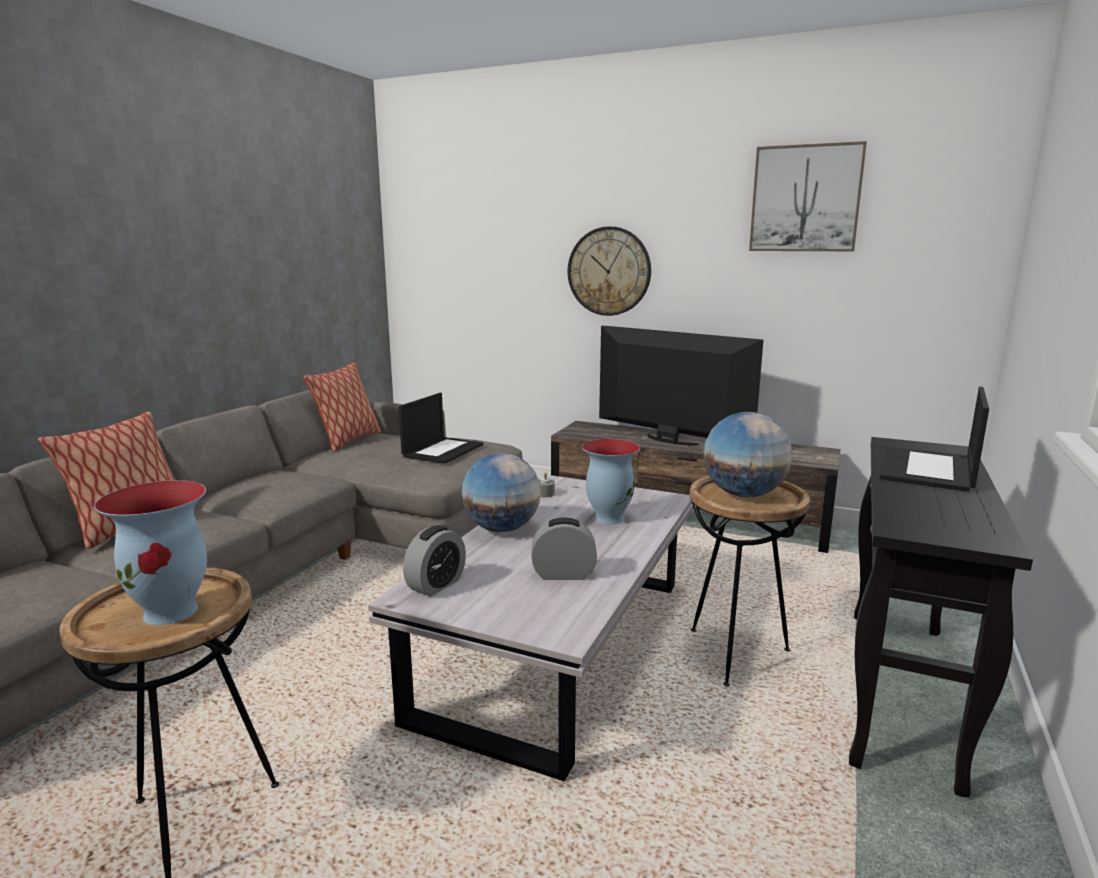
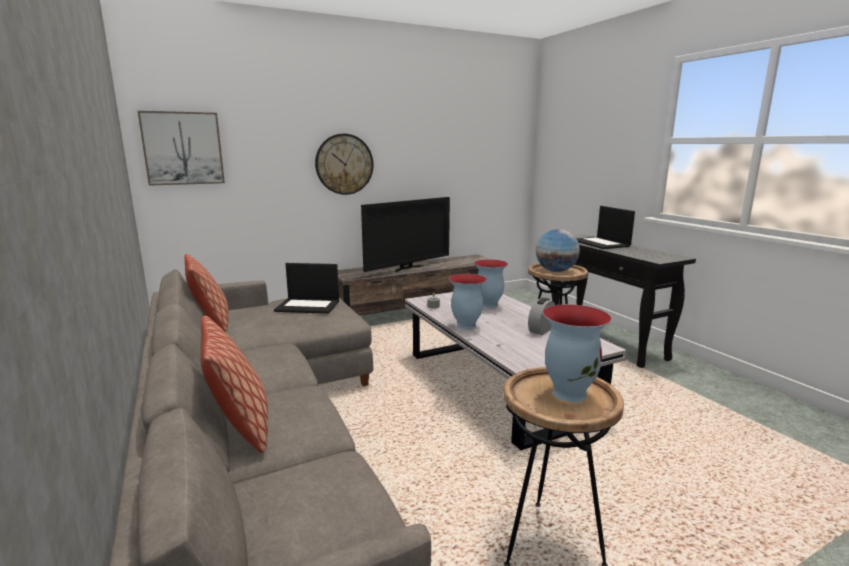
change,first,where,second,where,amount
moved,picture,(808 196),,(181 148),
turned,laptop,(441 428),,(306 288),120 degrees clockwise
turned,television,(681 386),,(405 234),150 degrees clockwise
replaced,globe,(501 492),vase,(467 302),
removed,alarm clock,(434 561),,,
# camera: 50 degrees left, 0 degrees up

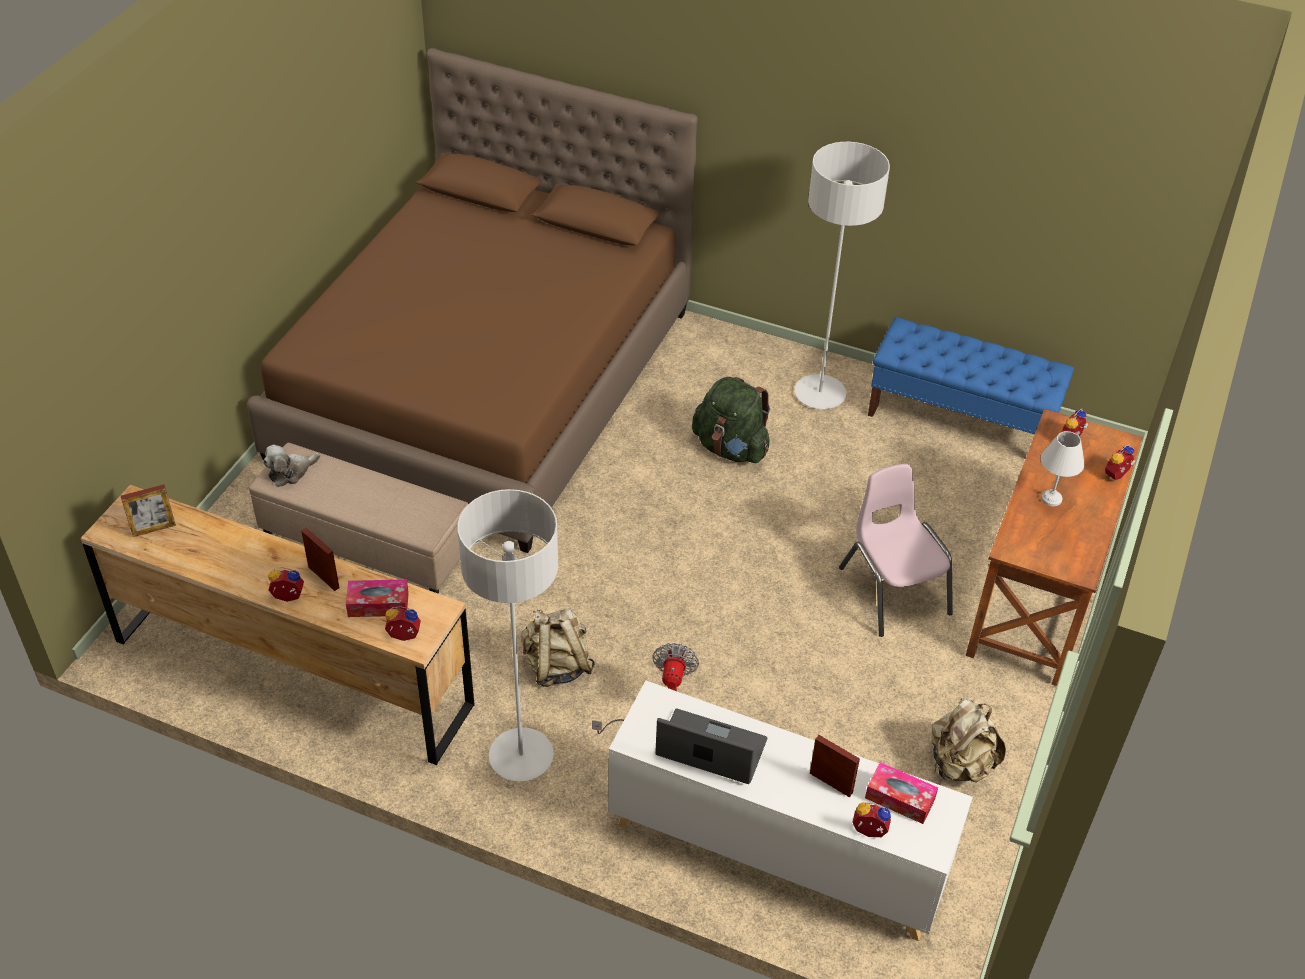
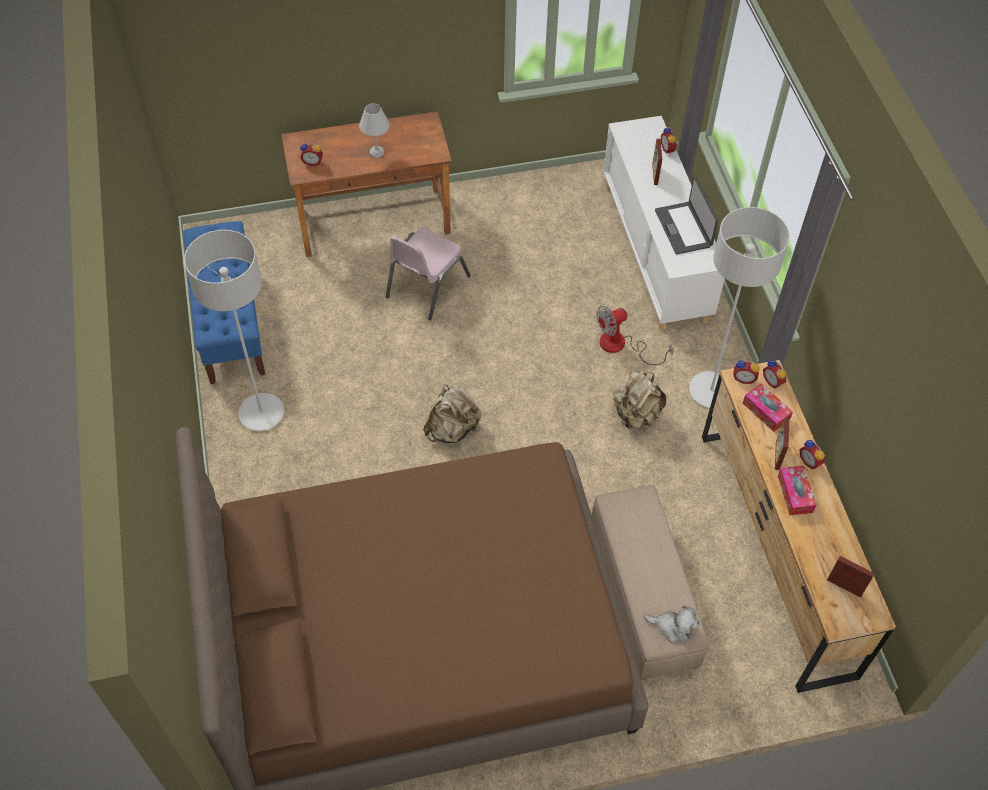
change,first,where,second,where,amount
moved,beige backpack,(968 740),,(452 413),
moved,alarm clock,(1120 462),,(746 372),
moved,tissue box,(901 793),,(797 490),
removed,green backpack,(731 420),,,
# camera: 125 degrees left, 10 degrees up

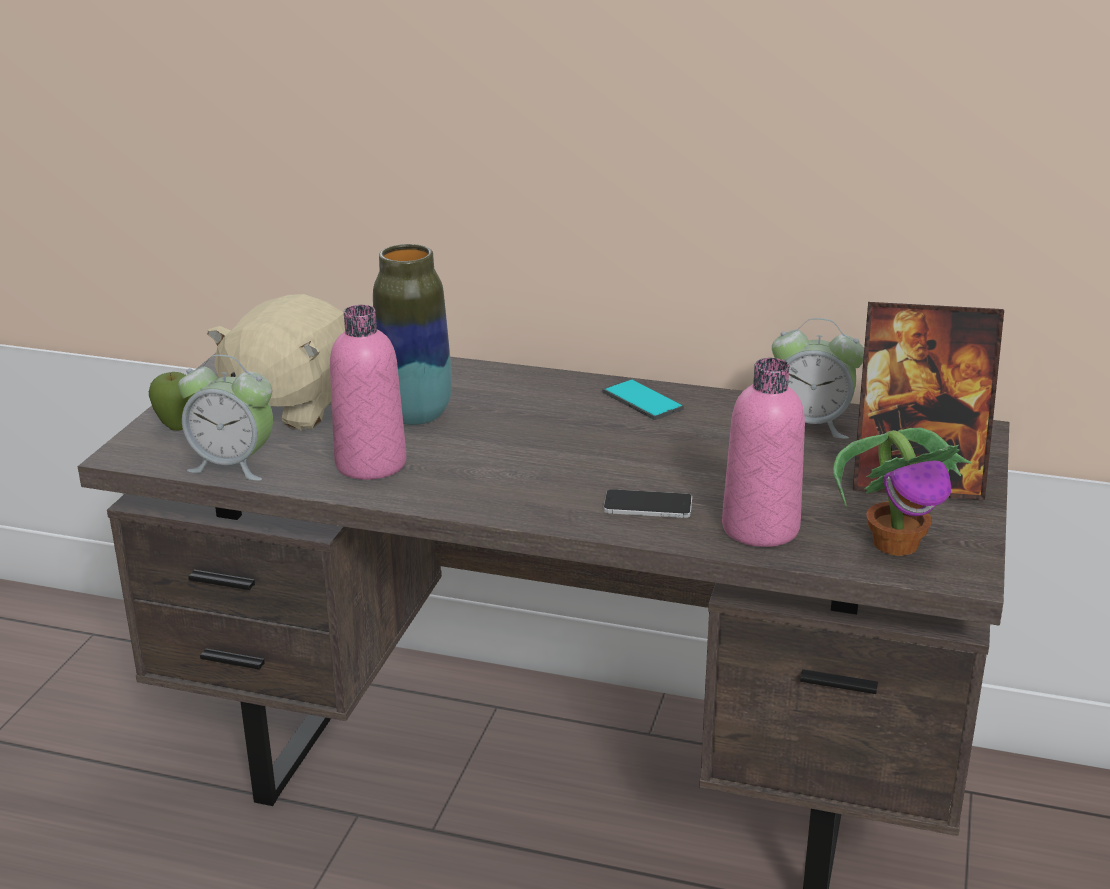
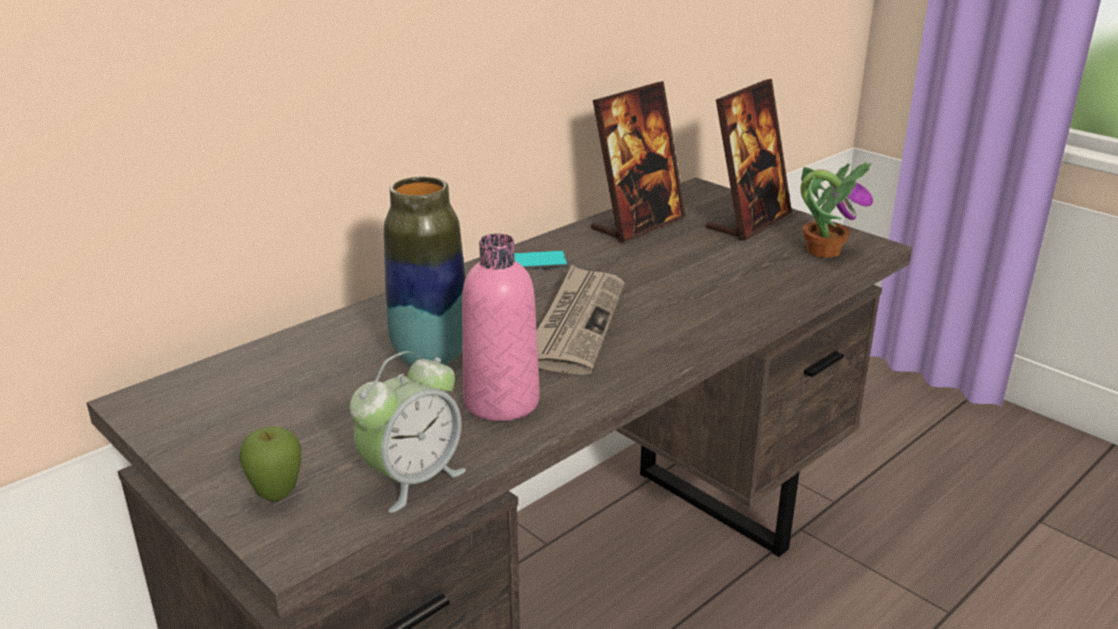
change,first,where,second,where,amount
added,,,newspaper,(581 320),
replaced,alarm clock,(818 378),picture frame,(638 162),
removed,beige plush toy,(276 362),,,
removed,phone,(647 503),,,
removed,pink bottle,(763 452),,,
# camera: 60 degrees left, 0 degrees up

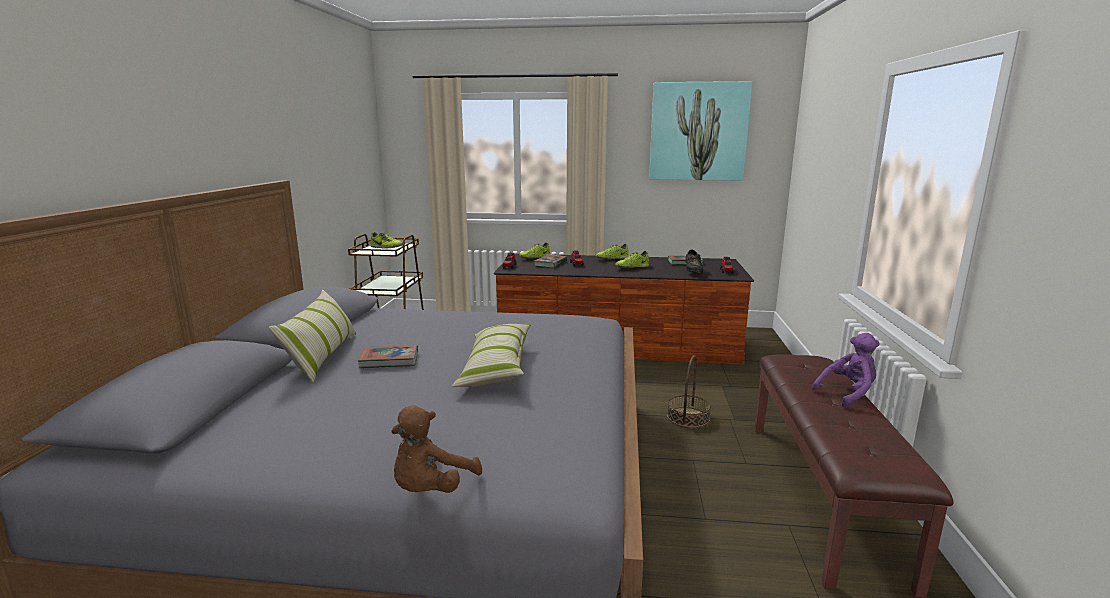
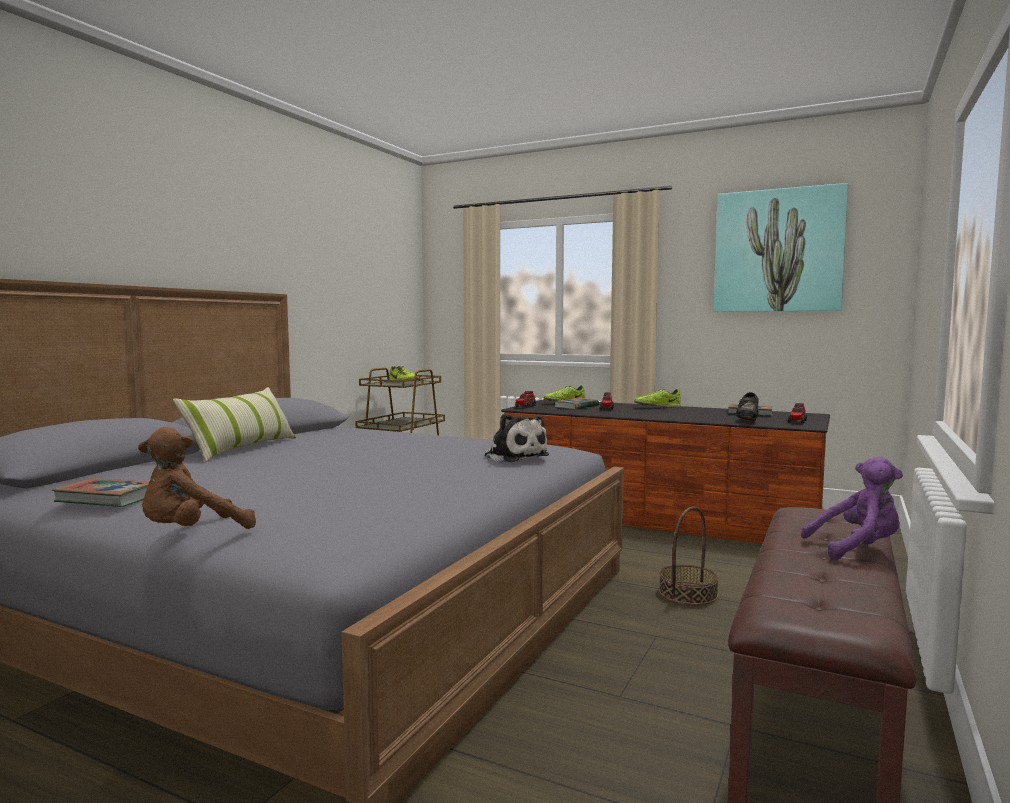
change,first,where,second,where,amount
moved,book,(388 356),,(100 492),
added,,,plush toy,(516 438),
removed,pillow,(491 355),,,
removed,shoe,(632 259),,,
# camera: 20 degrees right, 10 degrees down

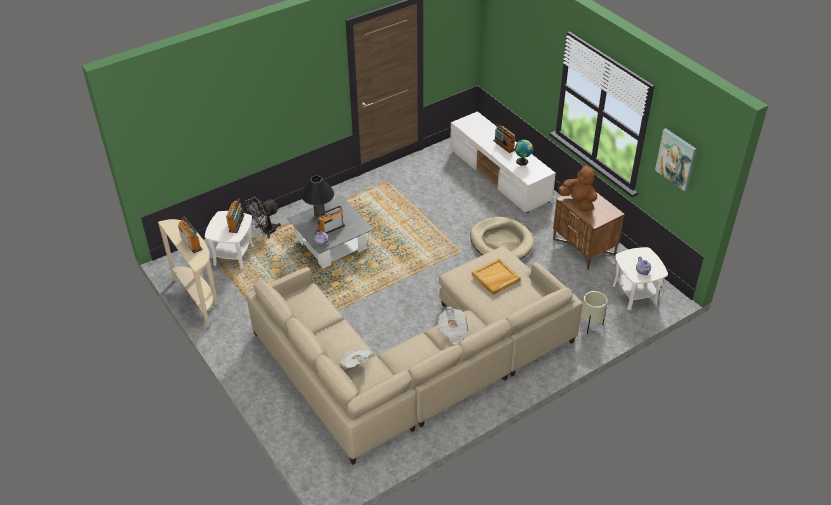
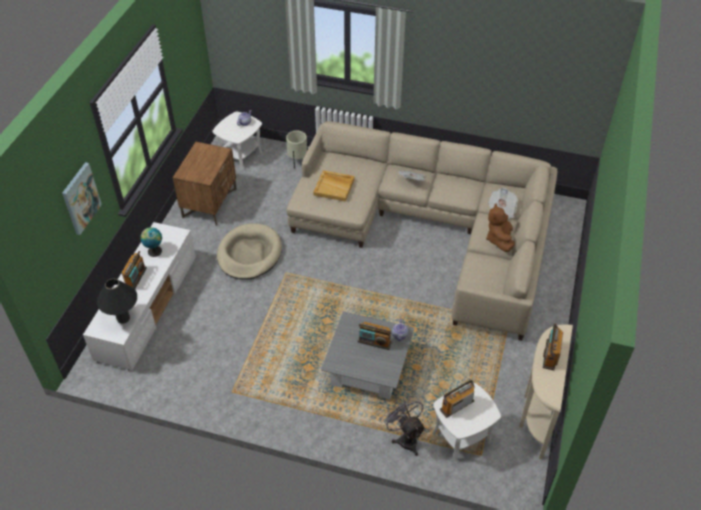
change,first,where,second,where,amount
moved,picture,(675 159),,(82 198),
moved,black table lamp,(317 196),,(117 301),
turned,grey fan,(263 217),,(403 425),135 degrees counterclockwise
moved,brown plush toy,(578 187),,(500 227),
# camera: 130 degrees left, 5 degrees up

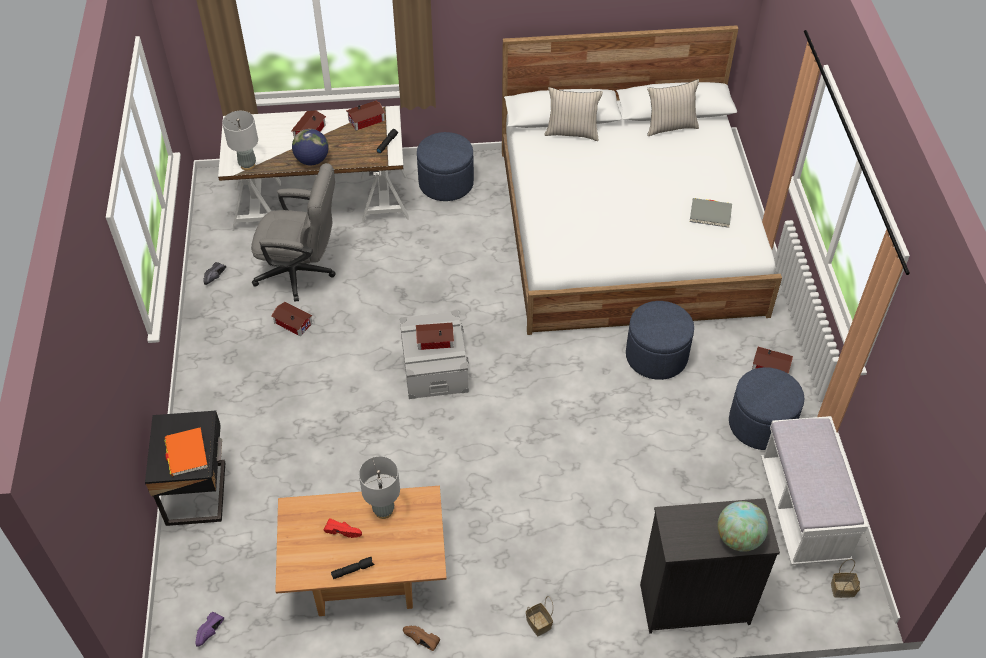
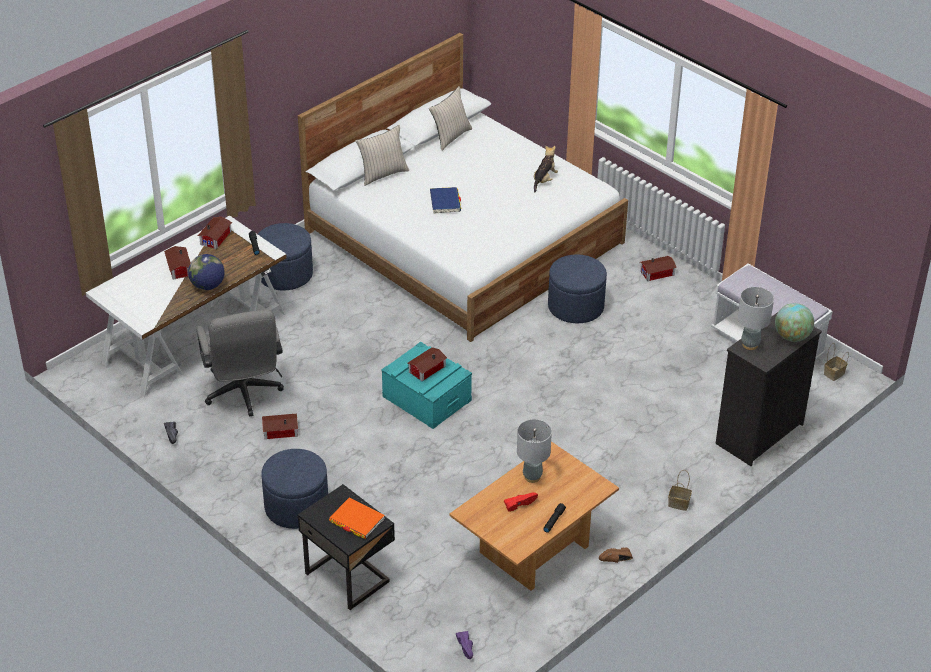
change,first,where,second,where,amount
turned,grey office chair,(293 232),,(240 363),105 degrees clockwise
moved,blue ottoman,(767 408),,(294 489),
recoloured,grey storage box,(434 355),turquoise storage box,(426 385),
added,,,blue book,(445 200),
replaced,grey book,(711 213),plush toy,(546 169),
moved,grey table lamp,(240 140),,(756 318),
# camera: 40 degrees left, 10 degrees down

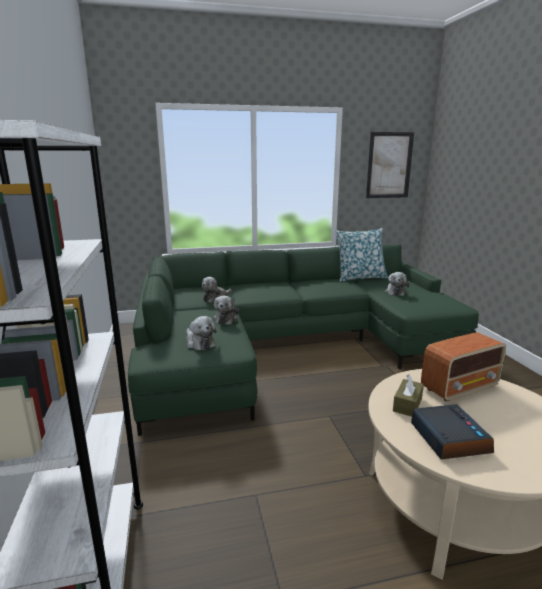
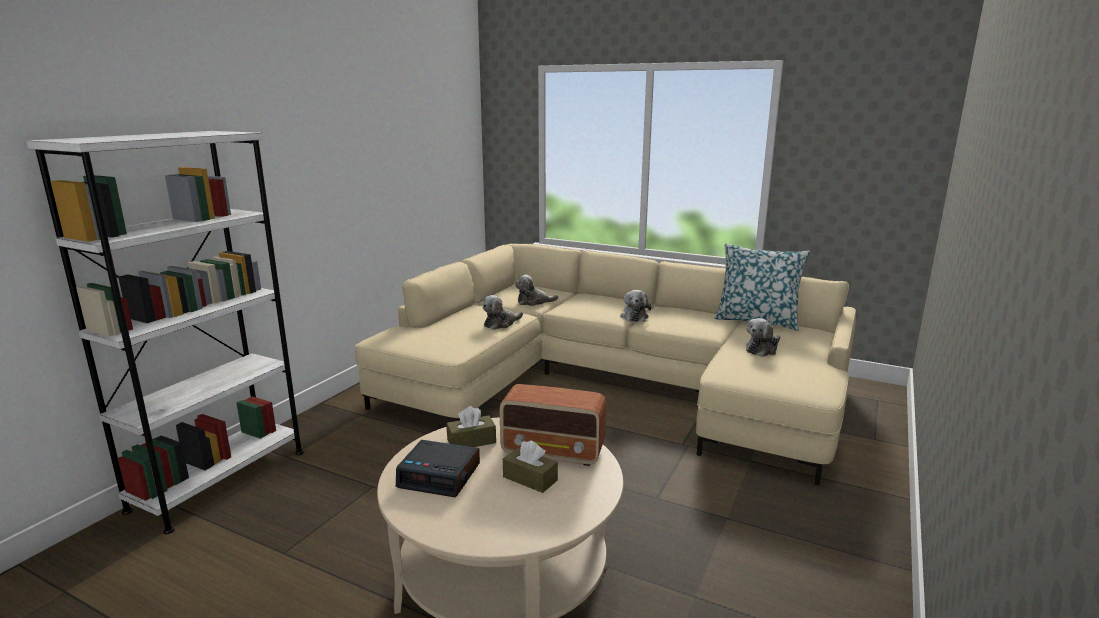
change,first,where,second,where,amount
recoloured,green sofa,(303 340),beige sofa,(605 364),
turned,alarm clock,(452 432),,(438 468),75 degrees clockwise
added,,,brown tissue box,(530 466),
moved,plush toy,(201 333),,(635 306),
removed,picture,(390 165),,,
# camera: 40 degrees right, 0 degrees up

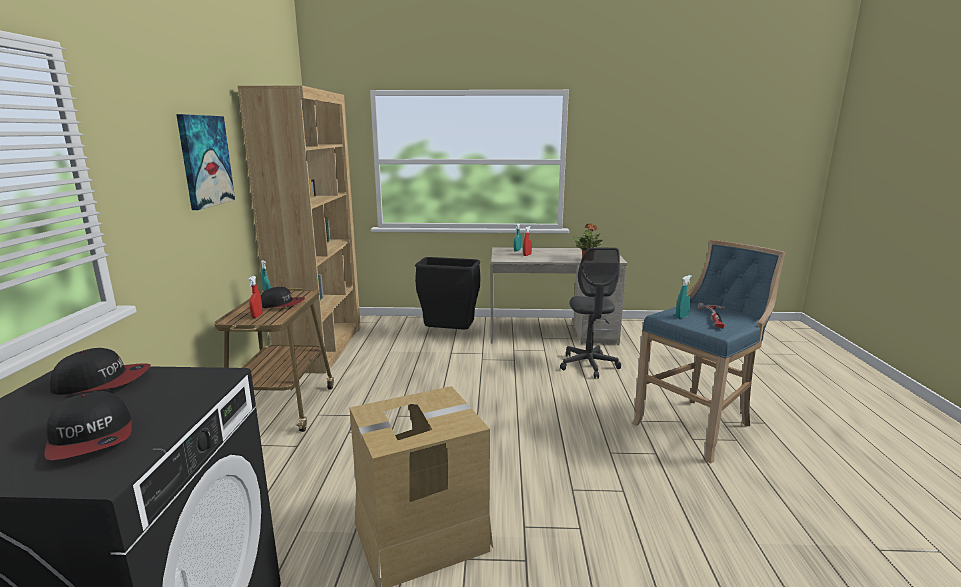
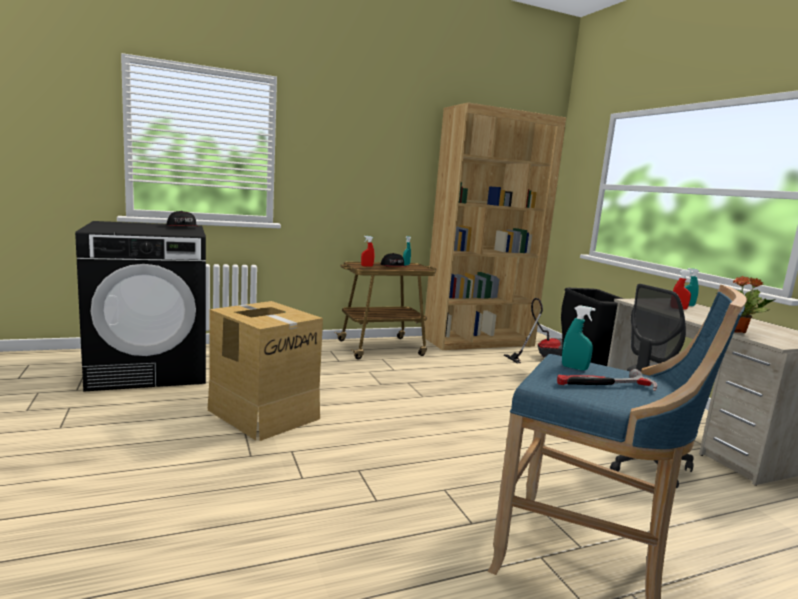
change,first,where,second,where,amount
added,,,vacuum cleaner,(533 330),
removed,cap,(88 425),,,
removed,picture,(205 162),,,
# camera: 65 degrees right, 5 degrees down

